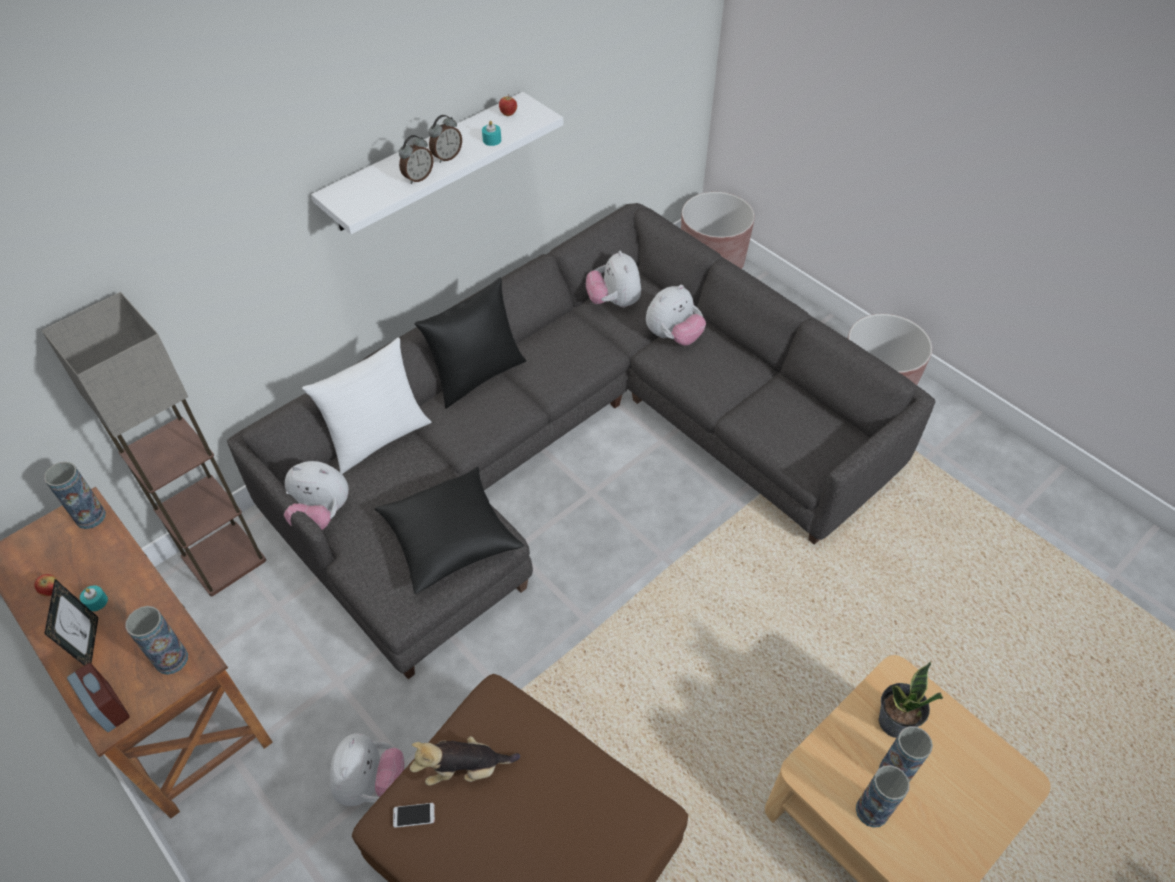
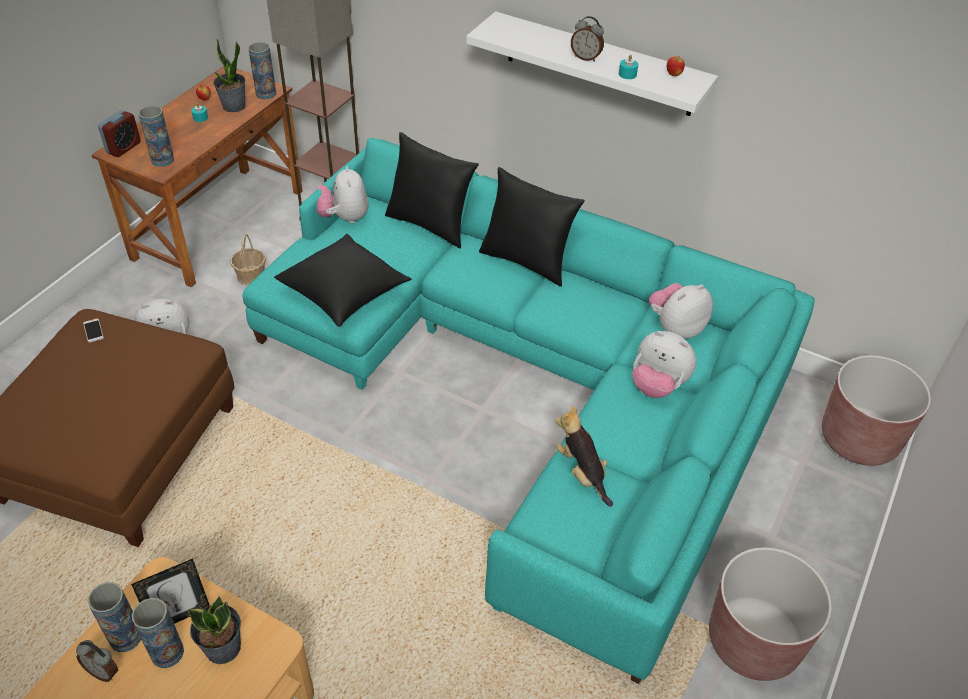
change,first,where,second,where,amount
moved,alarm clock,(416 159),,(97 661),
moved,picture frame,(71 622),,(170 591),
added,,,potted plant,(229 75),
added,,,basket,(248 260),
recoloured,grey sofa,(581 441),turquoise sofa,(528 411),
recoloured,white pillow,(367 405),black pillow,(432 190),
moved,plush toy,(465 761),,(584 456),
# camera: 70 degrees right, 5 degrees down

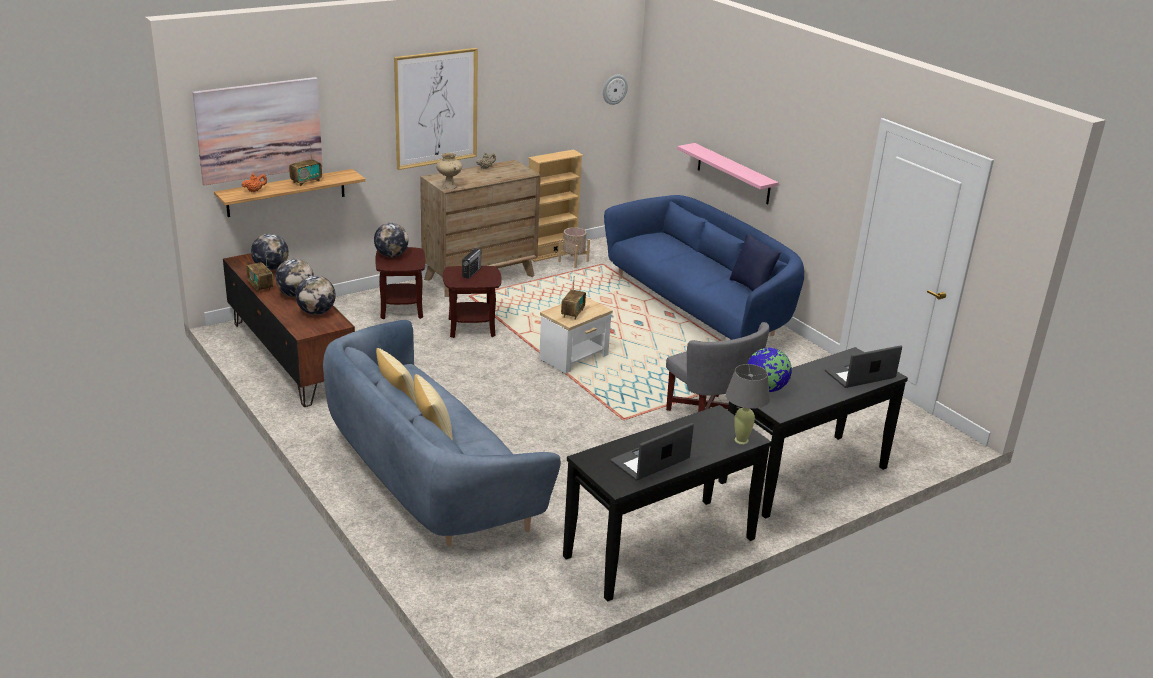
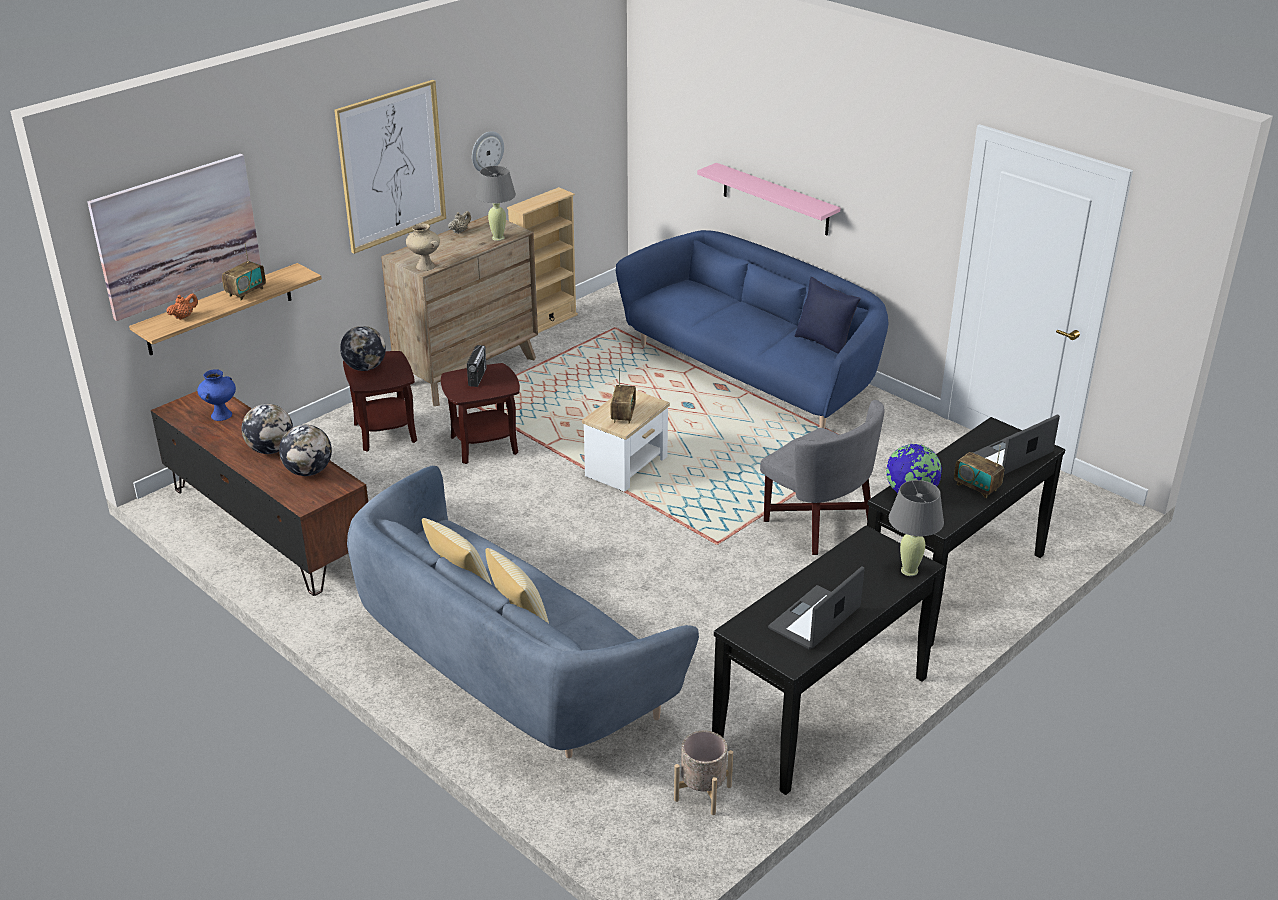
change,first,where,second,where,amount
replaced,globe,(270 252),blue vase,(216 395),
moved,wall clock,(615 90),,(488 151),
added,,,grey table lamp,(496 203),
moved,beige planter,(574 247),,(703 773),
moved,radio,(260 276),,(979 471),
# camera: 10 degrees left, 5 degrees up

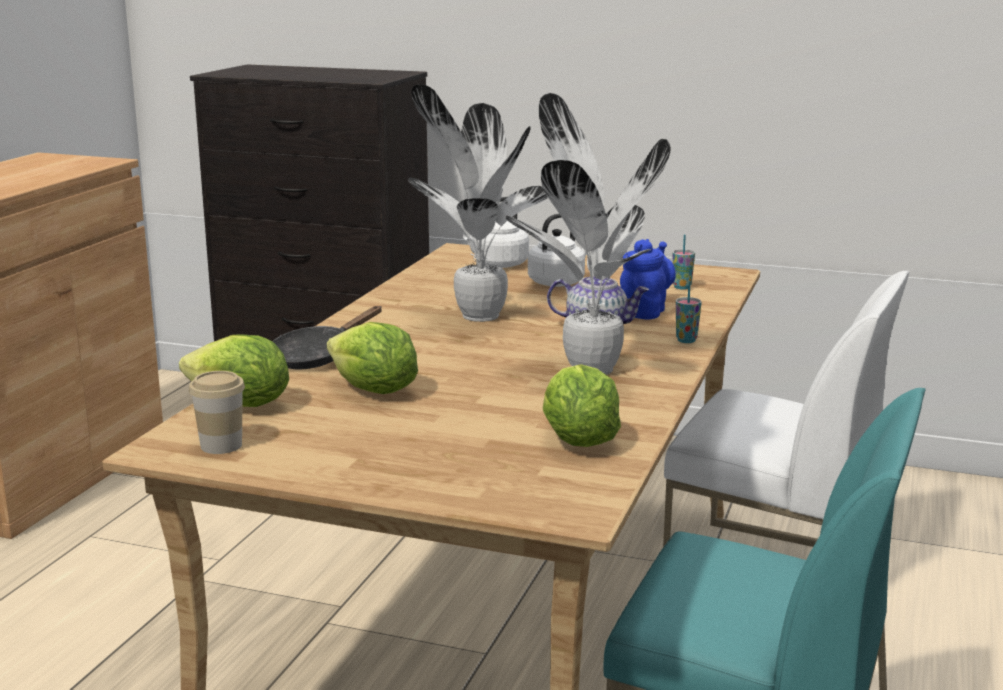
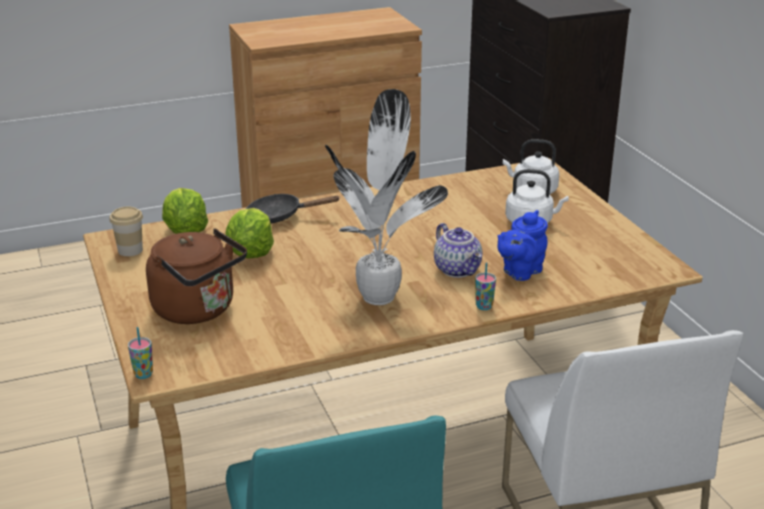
change,first,where,second,where,amount
moved,cup,(684 262),,(140 353),
added,,,brown kettle,(196 276),
turned,blue teapot,(647 279),,(523 245),150 degrees clockwise
removed,potted plant,(478 203),,,
removed,lettuce,(582 405),,,
# camera: 50 degrees right, 10 degrees up

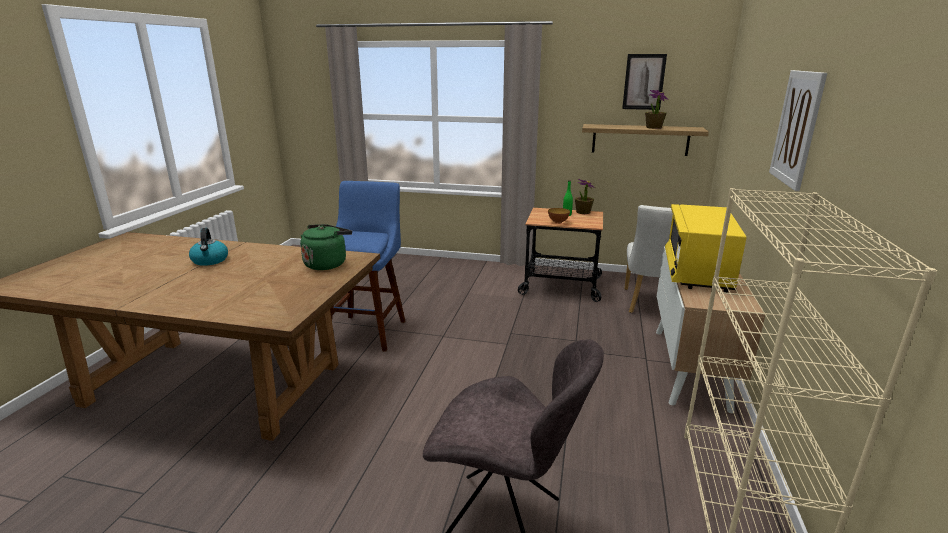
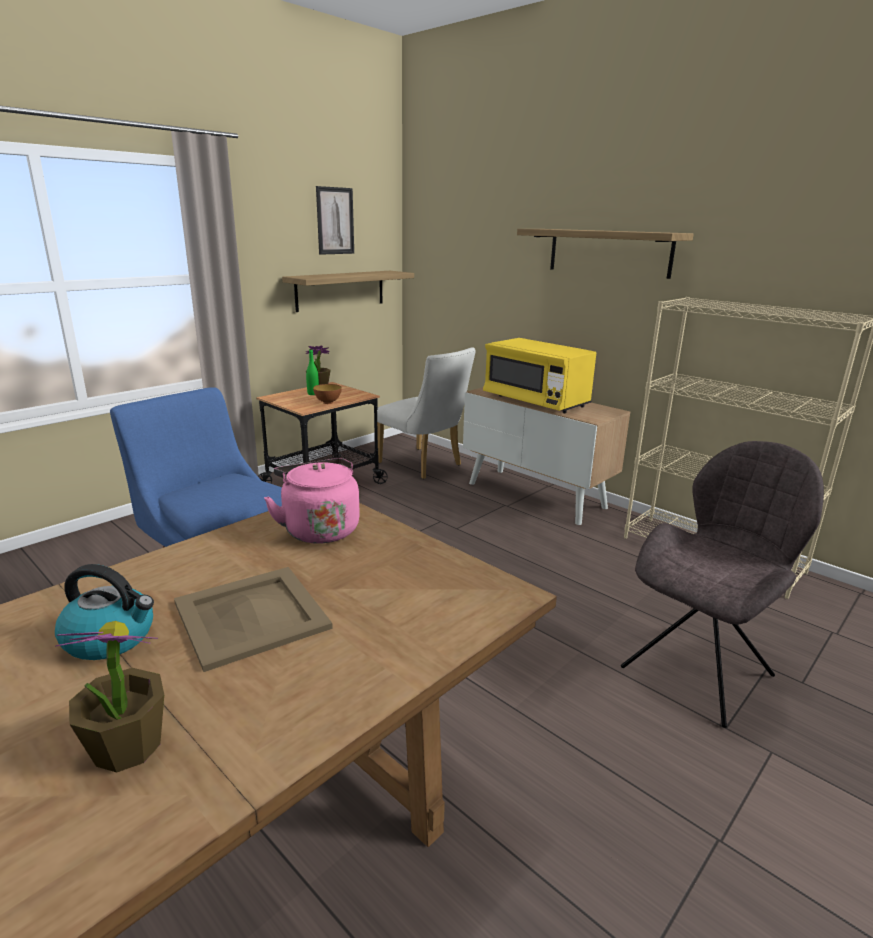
change,first,where,second,where,amount
moved,potted plant,(657 109),,(109 696),
added,,,beige tray,(253 619),
recoloured,green kettle,(326 247),pink kettle,(312 501),
replaced,picture,(798 130),shelf,(605 254),
# camera: 60 degrees left, 0 degrees up

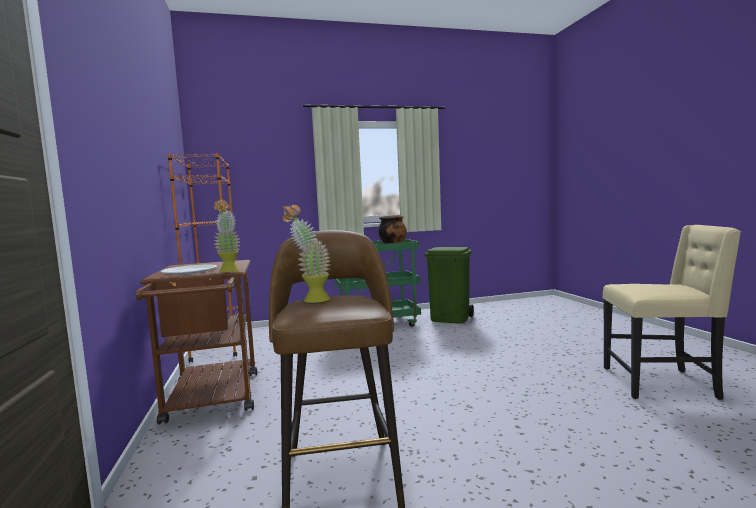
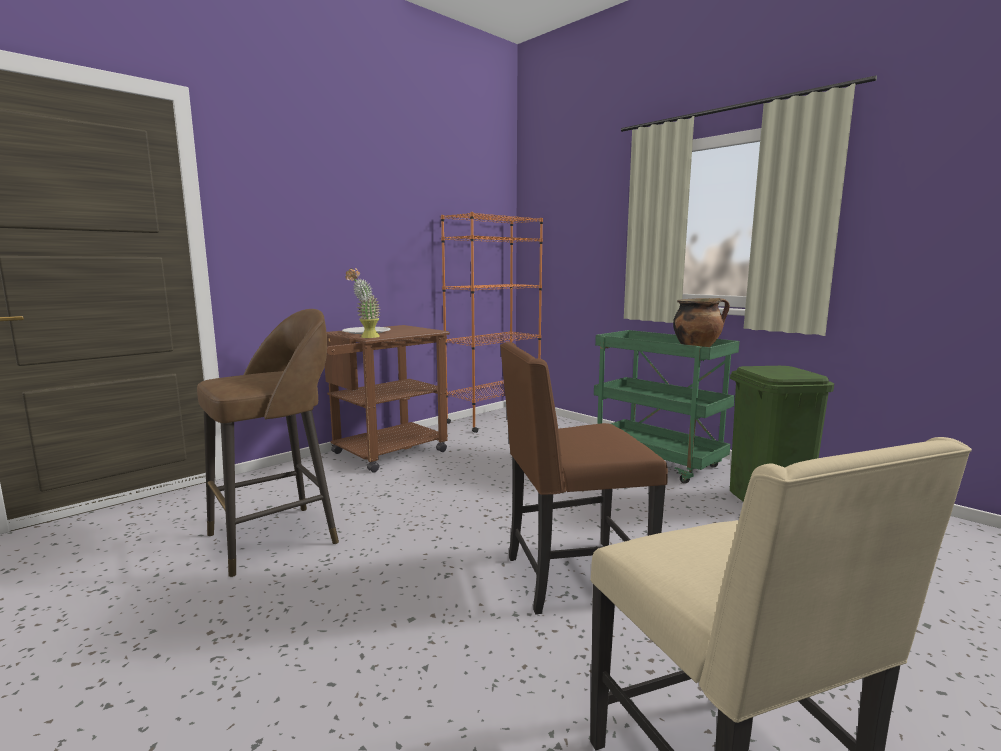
change,first,where,second,where,amount
added,,,brown chair,(584 478),
removed,potted plant,(307 254),,,
# camera: 60 degrees right, 5 degrees up

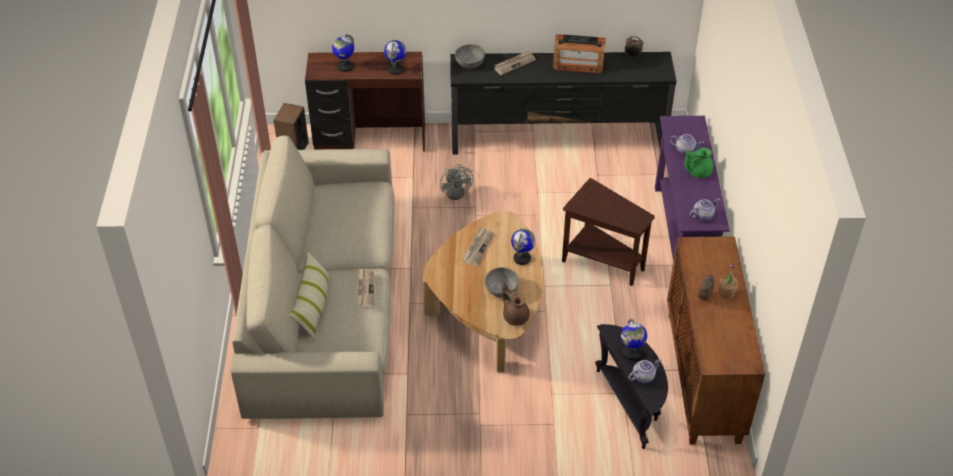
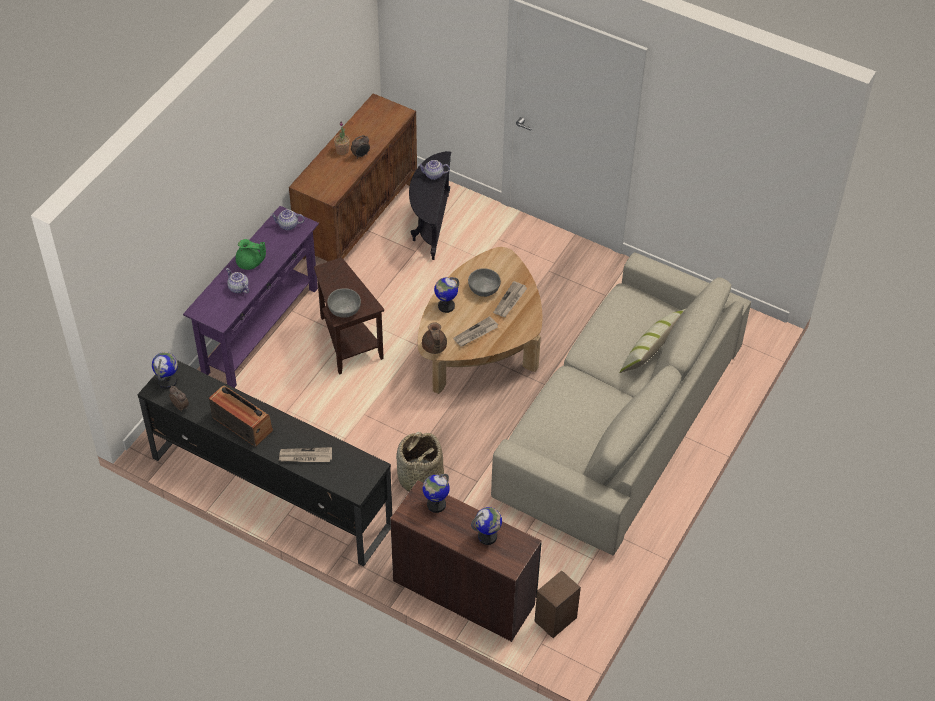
change,first,where,second,where,amount
moved,globe,(634 339),,(165 370),
moved,grey bowl,(470 56),,(344 303),
replaced,grey fan,(456 182),basket,(420 461),
moved,brown teapot,(516 304),,(434 338),
moved,newspaper,(365 288),,(510 299),
# camera: 150 degrees left, 5 degrees up

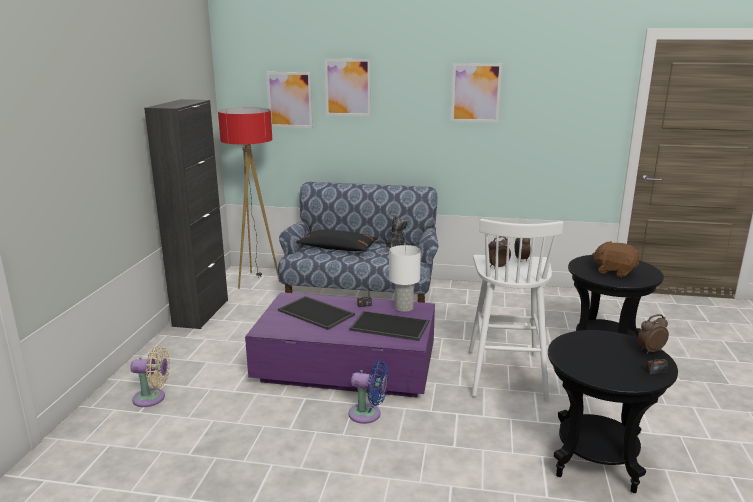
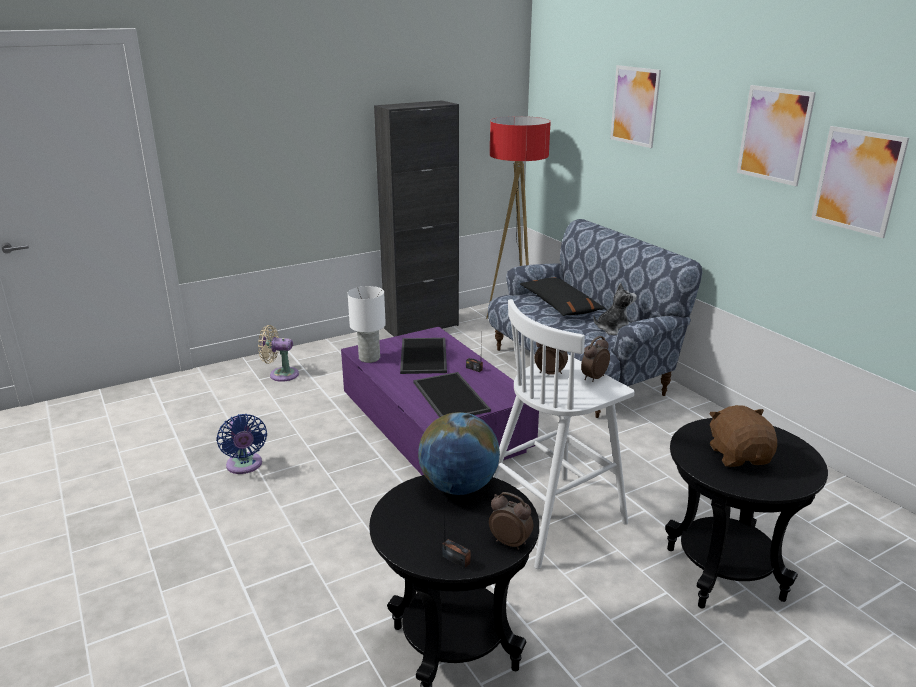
change,first,where,second,where,amount
moved,blue fan,(368 392),,(241 444),
turned,beige fan,(150 376),,(278 353),135 degrees clockwise
moved,white table lamp,(405 278),,(367 324),
added,,,globe,(459 453),
moved,picture,(289 100),,(860 182),
# camera: 50 degrees right, 5 degrees up

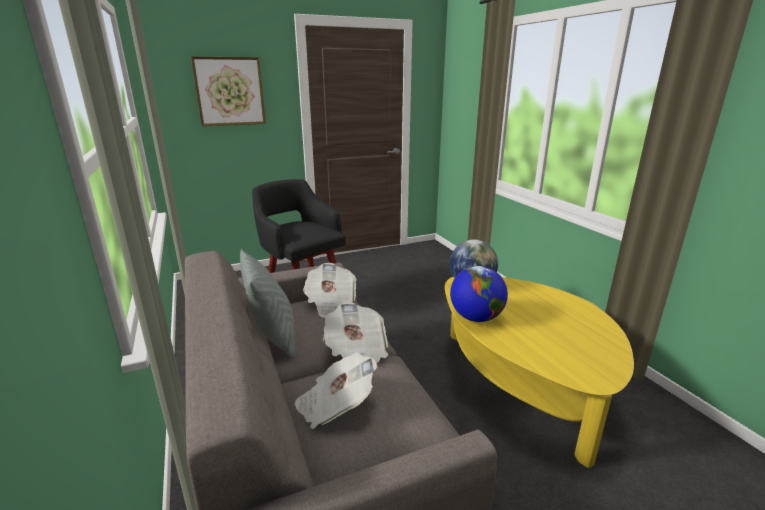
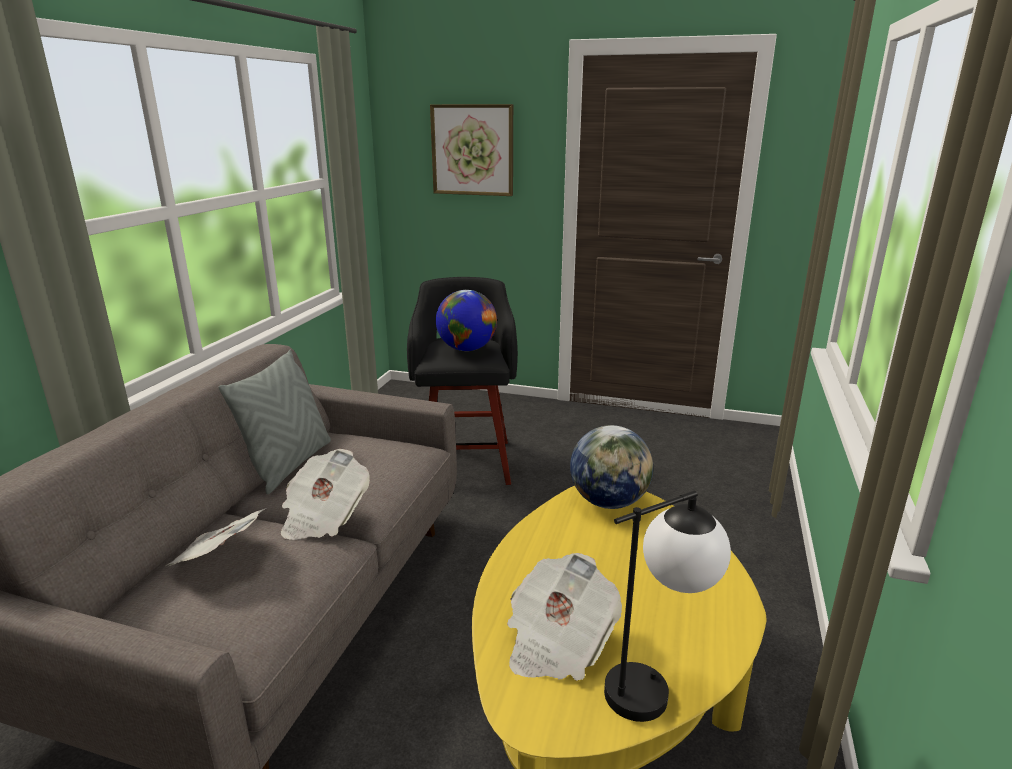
change,first,where,second,where,amount
moved,globe,(479 294),,(466 320),
moved,newspaper,(329 290),,(564 617),
added,,,table lamp,(667 606),
# camera: 40 degrees right, 0 degrees up

